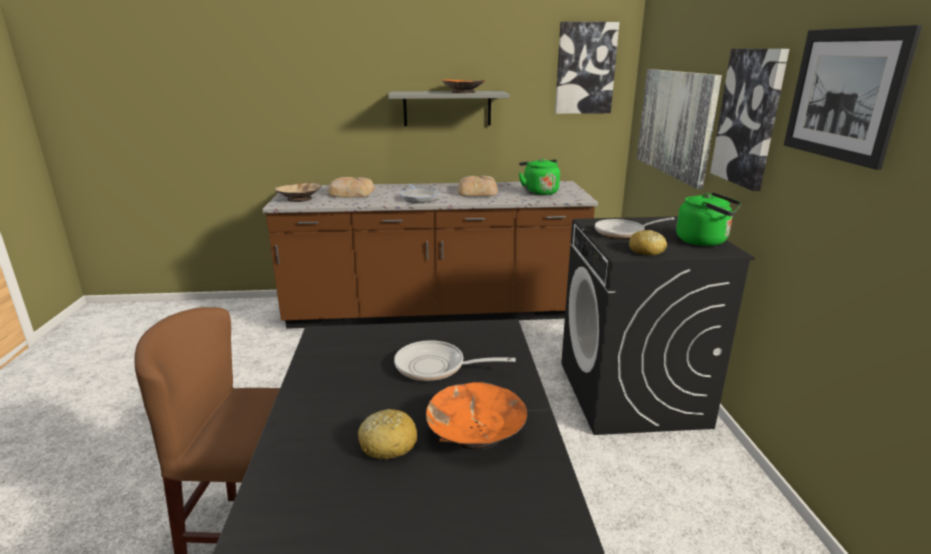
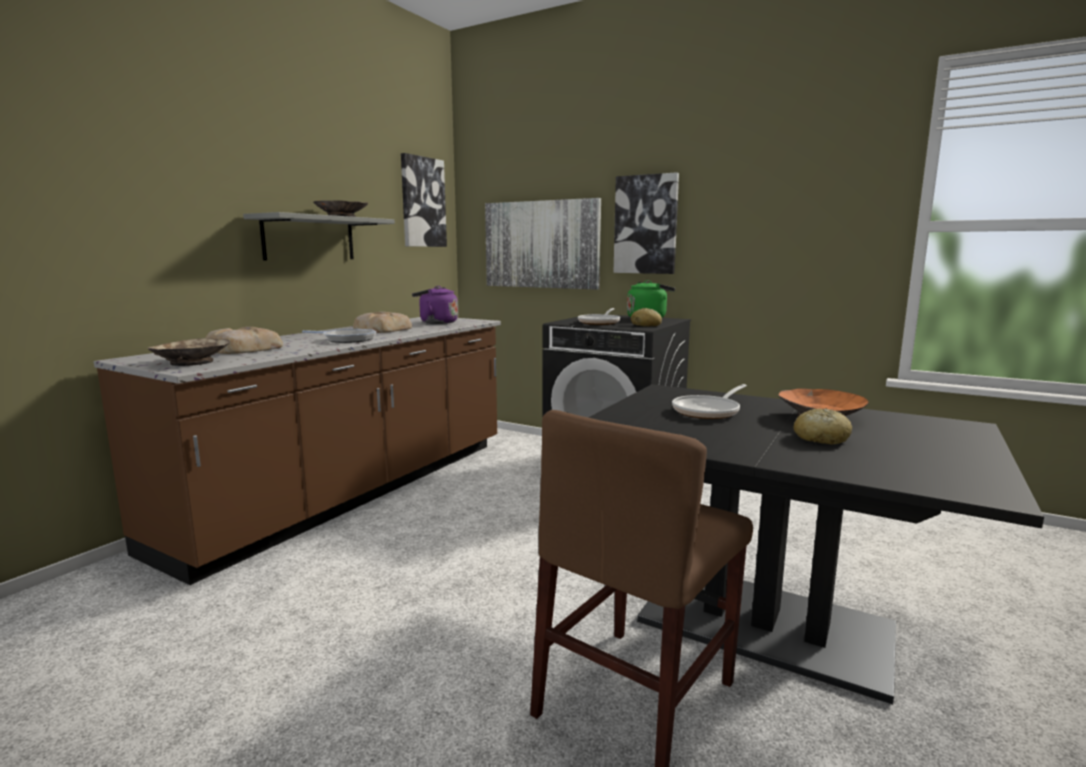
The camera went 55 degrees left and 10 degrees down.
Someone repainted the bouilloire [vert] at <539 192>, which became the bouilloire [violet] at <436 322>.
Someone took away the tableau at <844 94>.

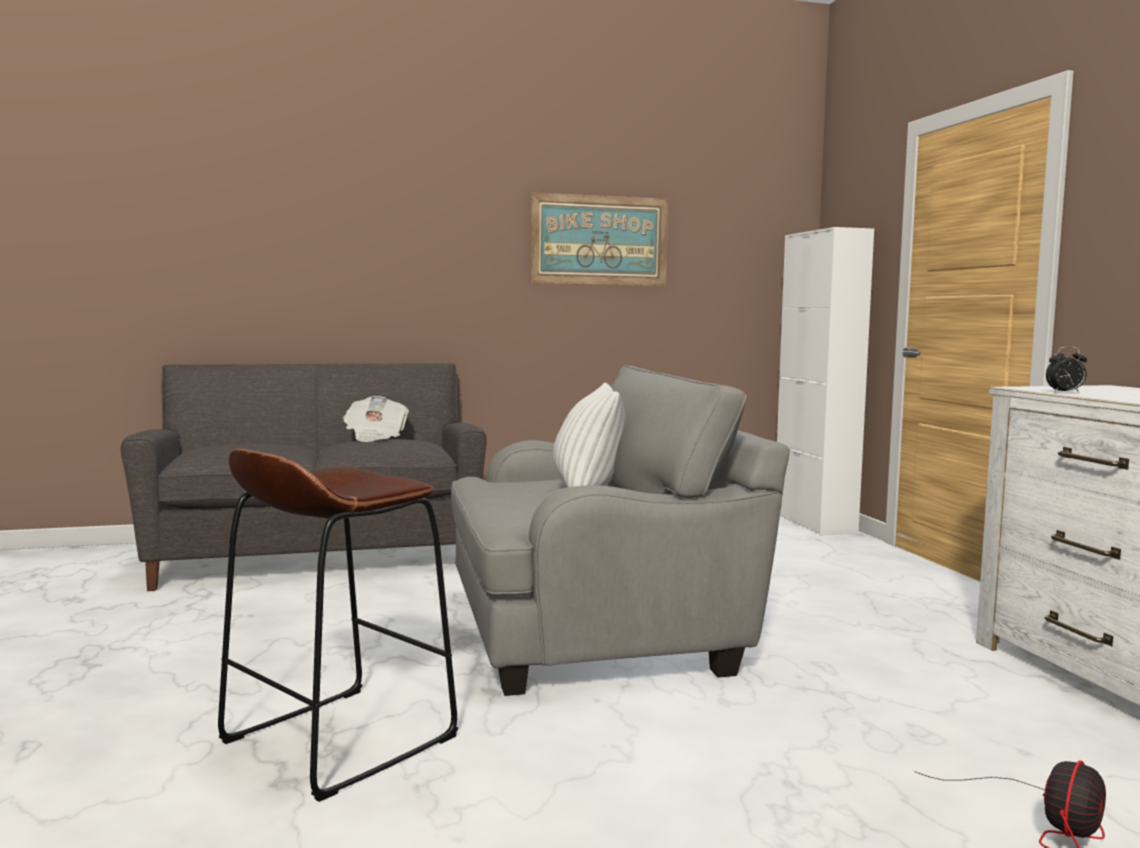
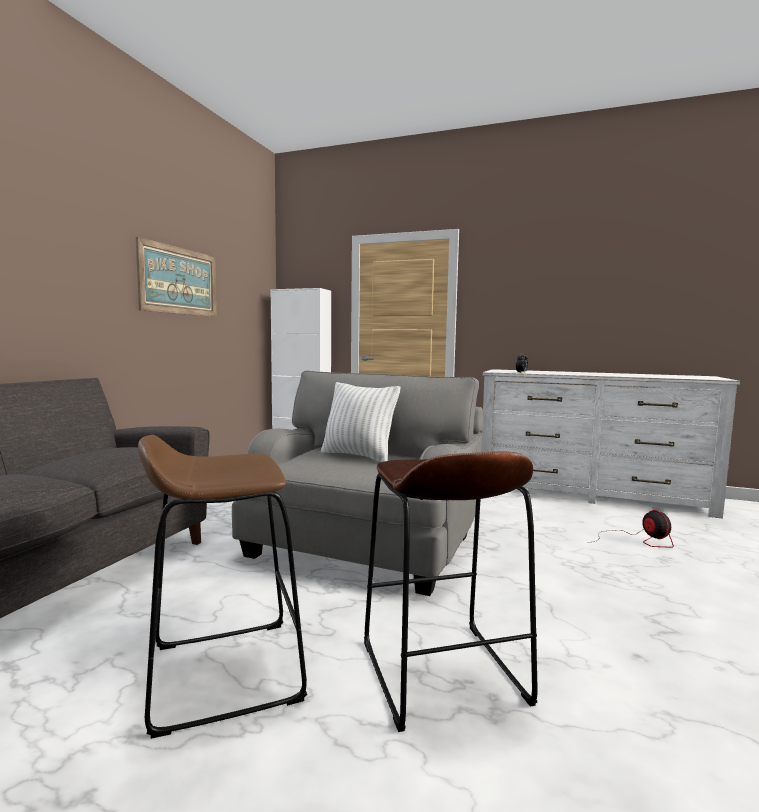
The camera went 55 degrees left and 0 degrees up.
Someone put down the tabouret [marron] at <225 672>.
Someone took away the journal at <375 437>.

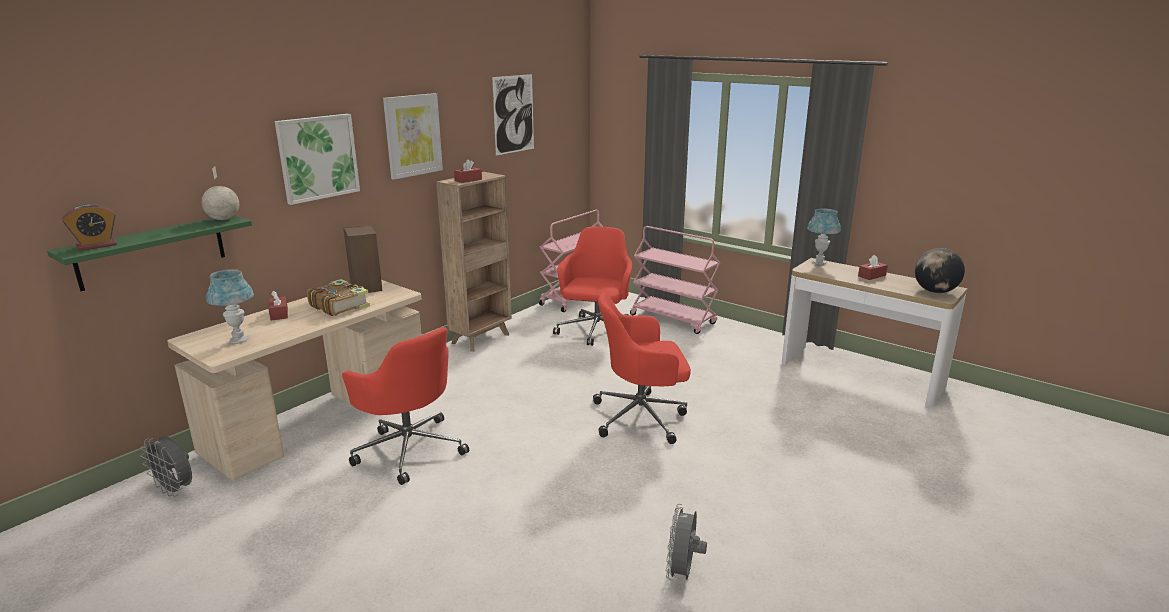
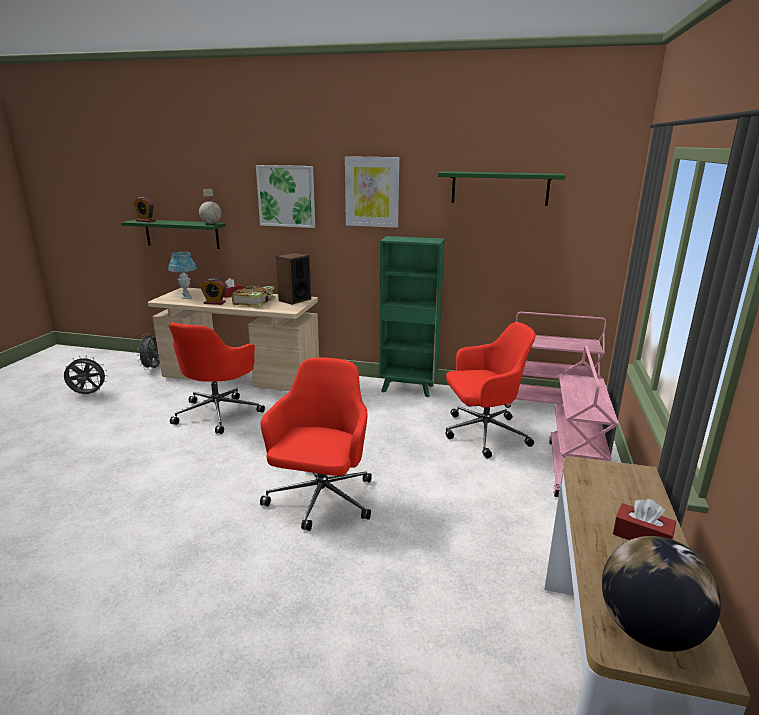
The camera went 65 degrees right and 0 degrees up.
Someone carried the ventilateur [gris] from <682 573> to <88 394>.
Someone put down the réveil at <214 303>.
Someone rotated the chaise de bureau [rouge] at <641 417> by 45 degrees clockwise.
Someone repainted the bibliothèque [marron] at <481 338>, which became the bibliothèque [vert] at <408 389>.
Someone swapped the tableau at <513 114> for the étagère [vert] at <500 188>.
Someone took away the boîte à mouchoirs [rouge] at <468 180>.
Someone took away the lampe de table [bleu] at <819 263>.

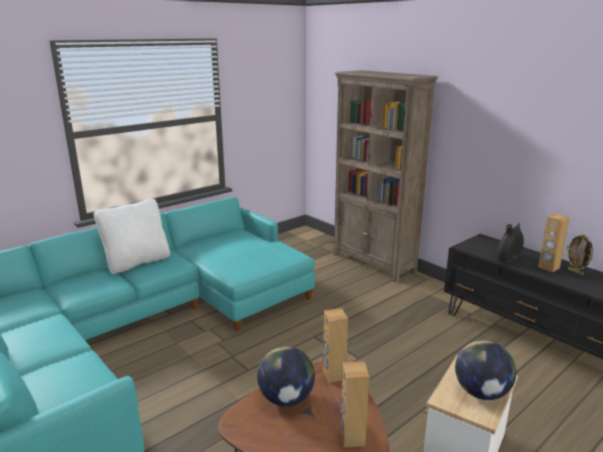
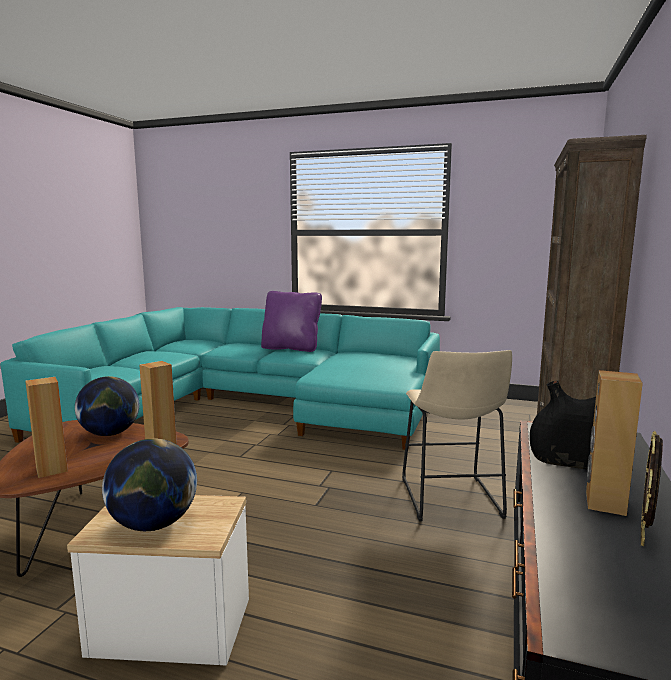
The camera went 60 degrees right and 10 degrees down.
Someone repainted the coussin [blanc] at <137 262>, which became the coussin [violet] at <291 348>.
Someone put down the tabouret [beige] at <451 501>.

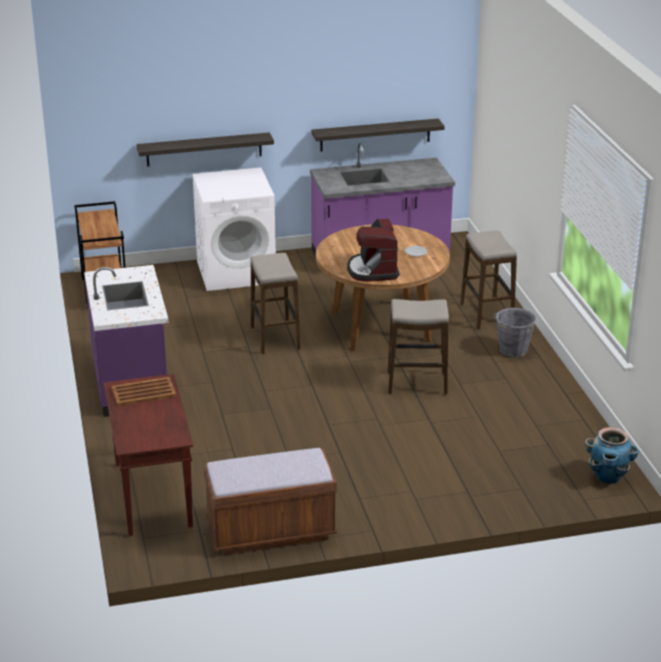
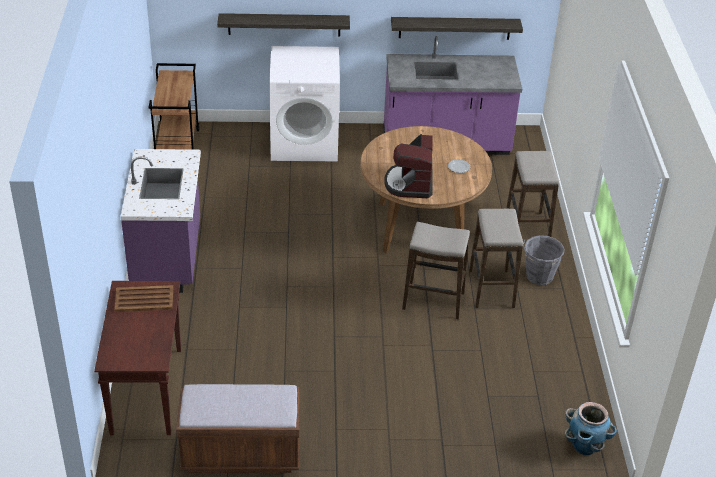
The camera went 10 degrees right and 10 degrees up.
Someone carried the tabouret from <275 338> to <491 289>.

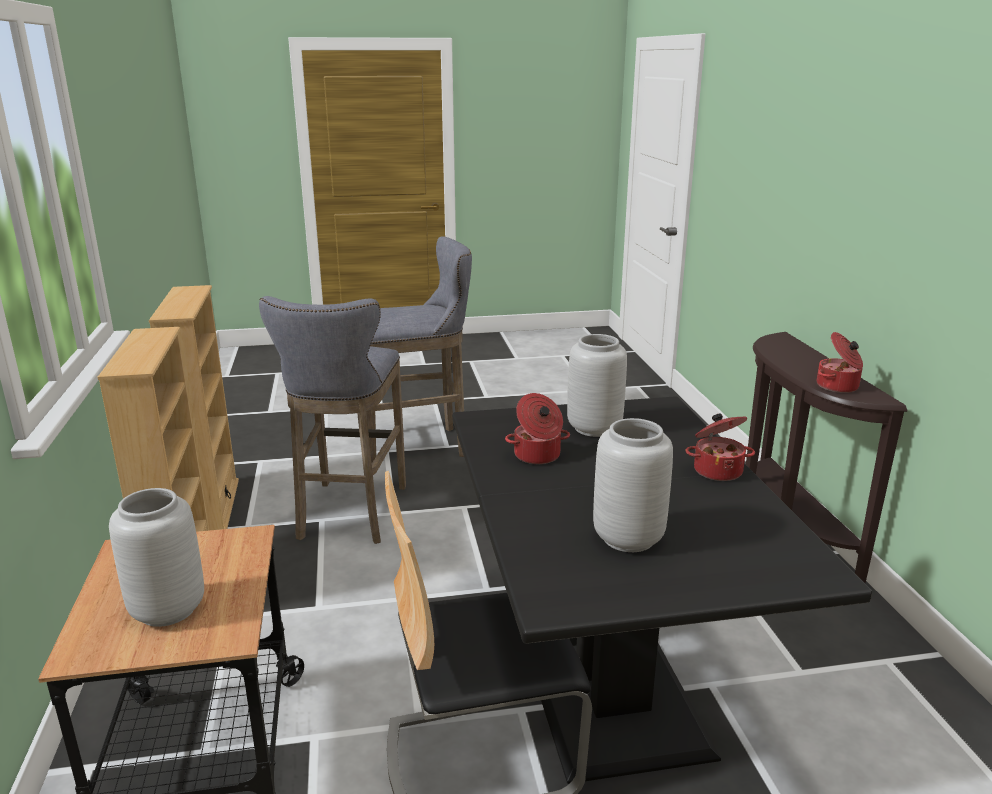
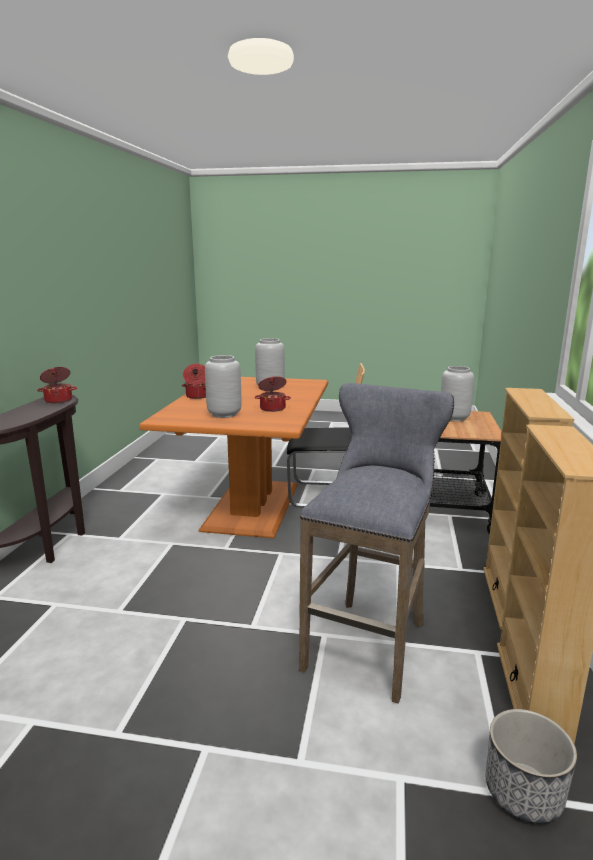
The camera went 160 degrees left and 5 degrees down.
Someone repainted the table à manger [noir] at <607 676>, which became the table à manger [orange] at <250 506>.
Someone put down the cache-pot at <524 792>.
Someone took away the tabouret [gris] at <418 446>.

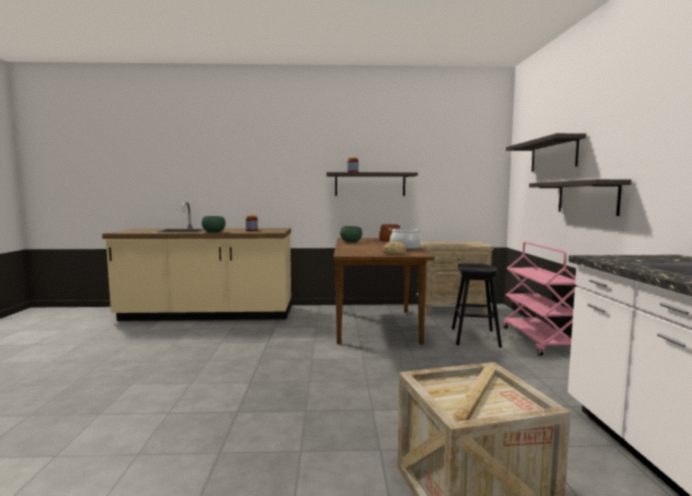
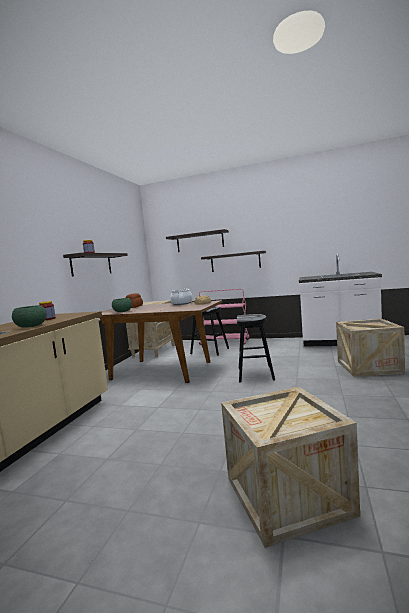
The camera went 70 degrees left and 0 degrees up.
Someone put down the caisse at <287 495>.
Someone put down the tabouret [noir] at <255 374>.

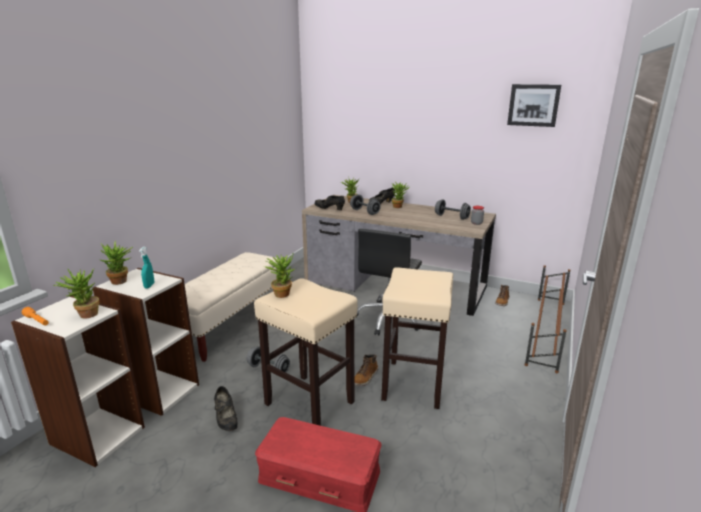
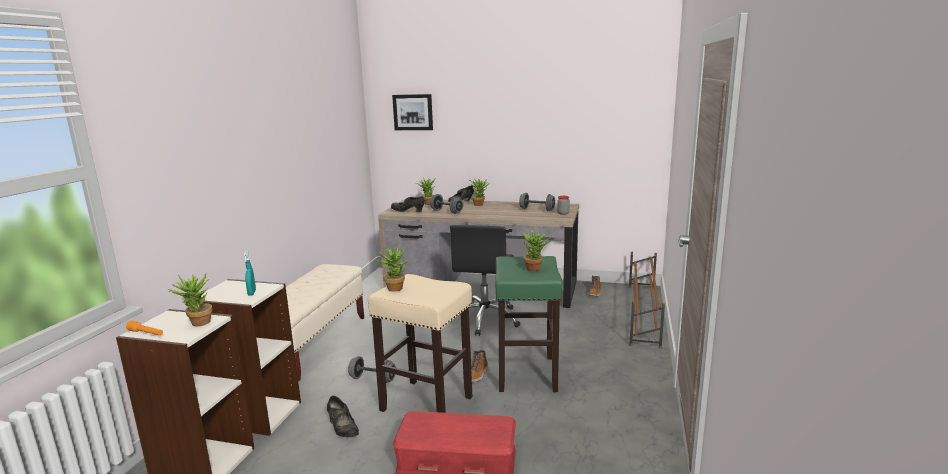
The camera went 10 degrees left and 5 degrees down.
Someone carried the tableau from <533 105> to <413 112>.
Someone repainted the tabouret [beige] at <413 383>, which became the tabouret [vert] at <526 373>.
Someone carried the plante en pot from <121 282> to <536 268>.

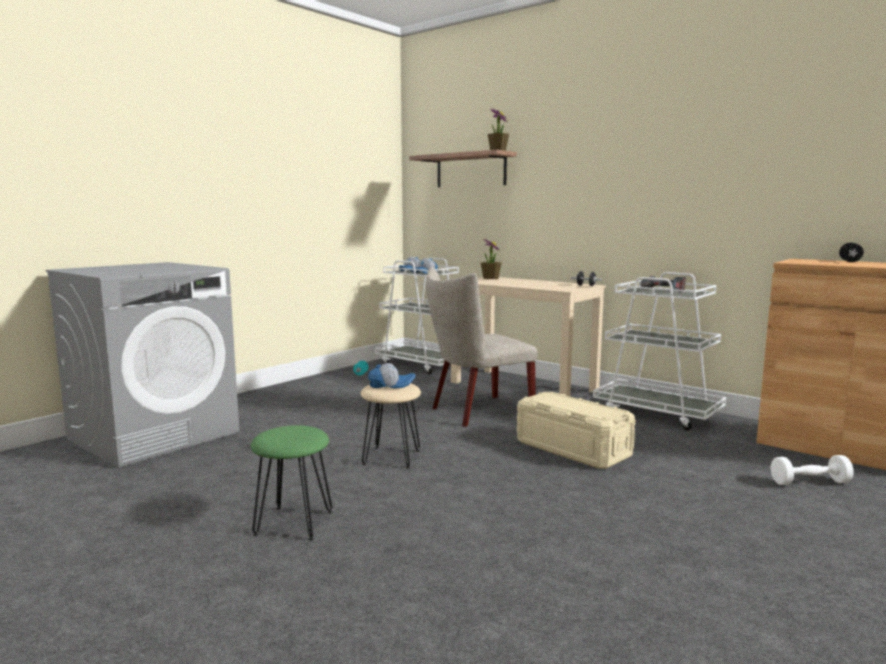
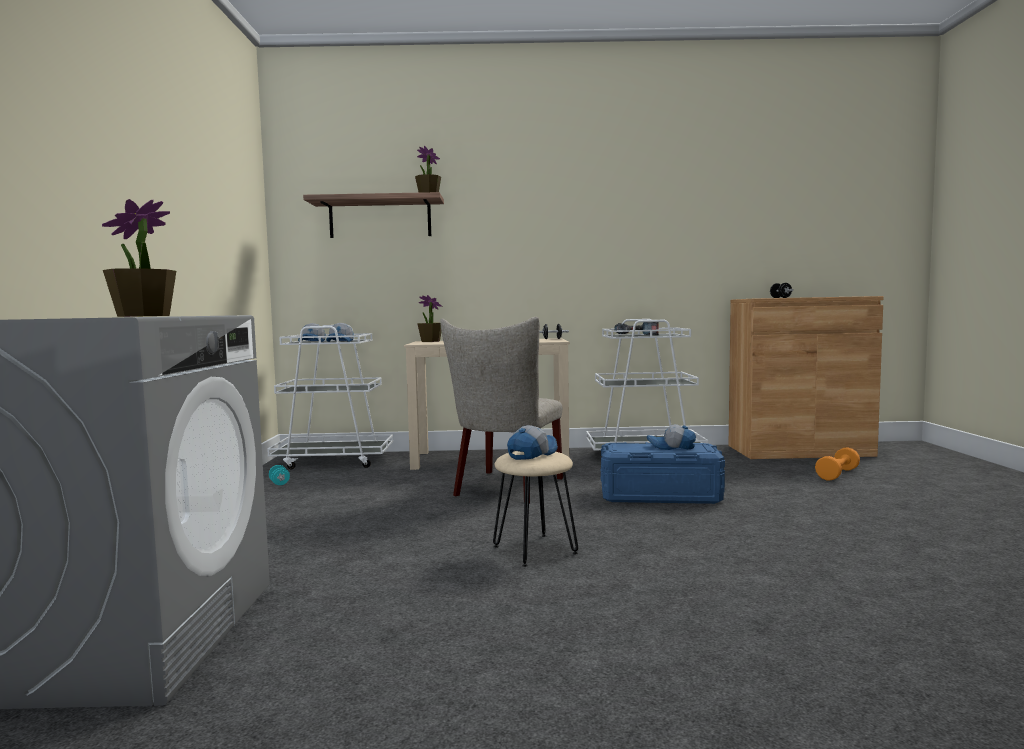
The camera went 40 degrees left and 5 degrees down.
Someone put down the plante en pot at <143 316>.
Someone repainted the boîte de rangement [beige] at <572 449>, which became the boîte de rangement [bleu] at <660 495>.
Someone put down the casquette at <671 447>.
Someone repainted the haltère [blanc] at <809 482>, which became the haltère [orange] at <837 474>.
Someone took away the tabouret [vert] at <293 523>.

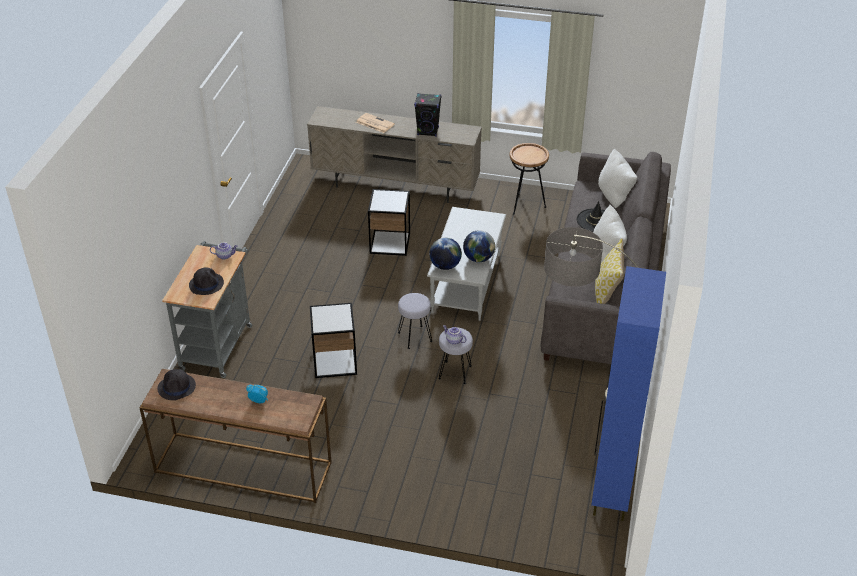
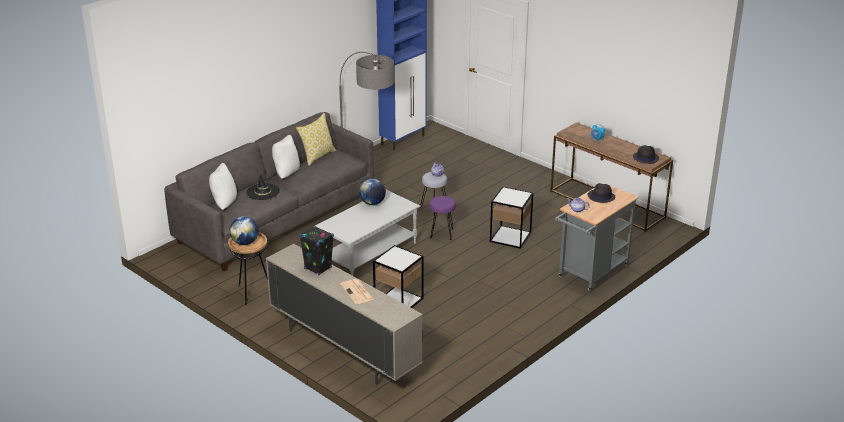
The camera went 150 degrees left and 10 degrees down.
Someone carried the globe from <445 266> to <245 243>.
Someone repainted the tabouret [gris] at <414 337>, which became the tabouret [violet] at <442 233>.

